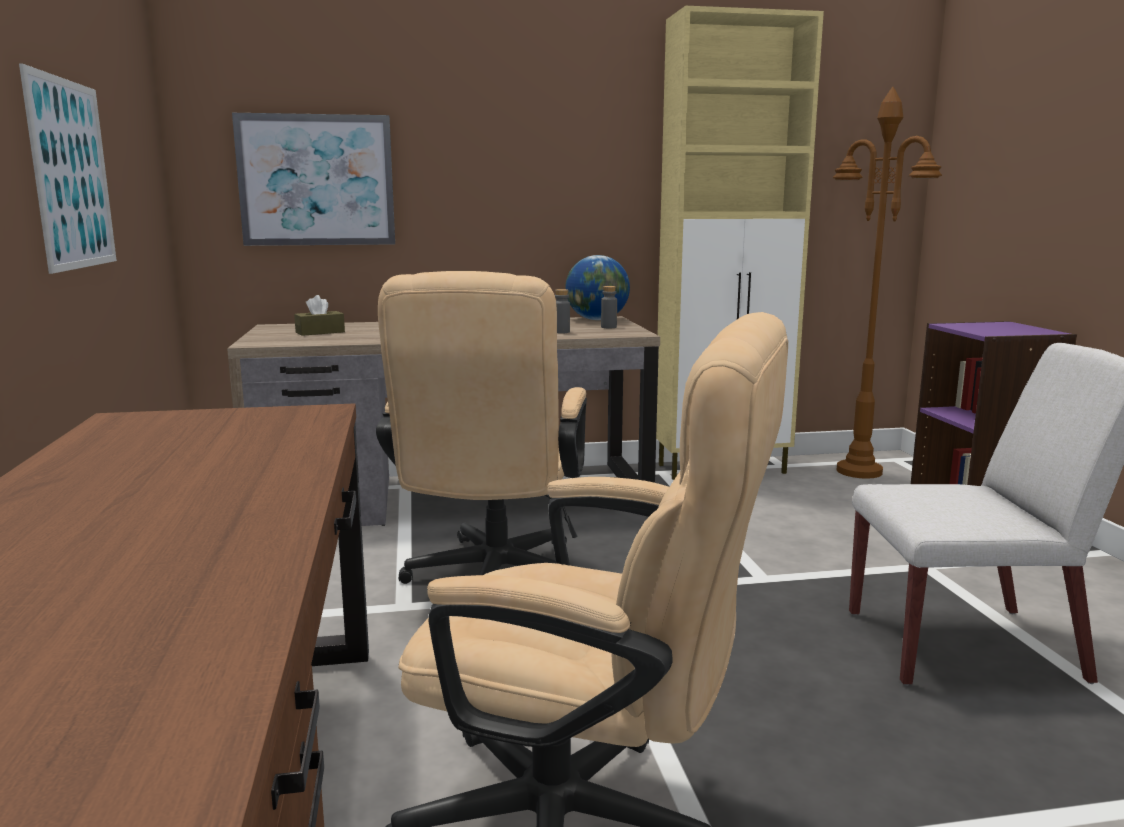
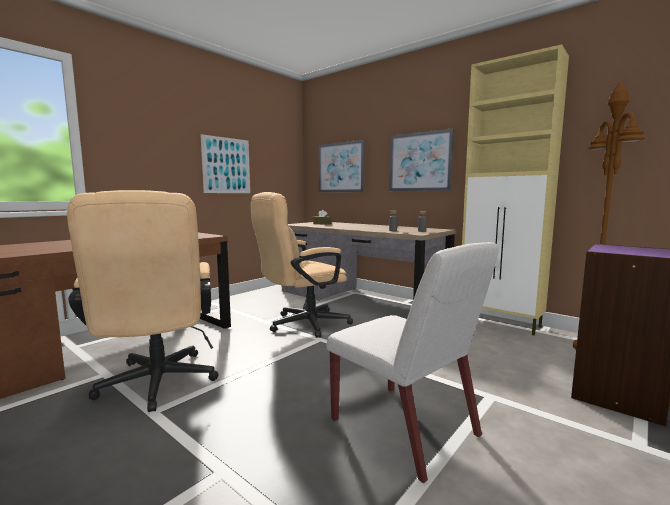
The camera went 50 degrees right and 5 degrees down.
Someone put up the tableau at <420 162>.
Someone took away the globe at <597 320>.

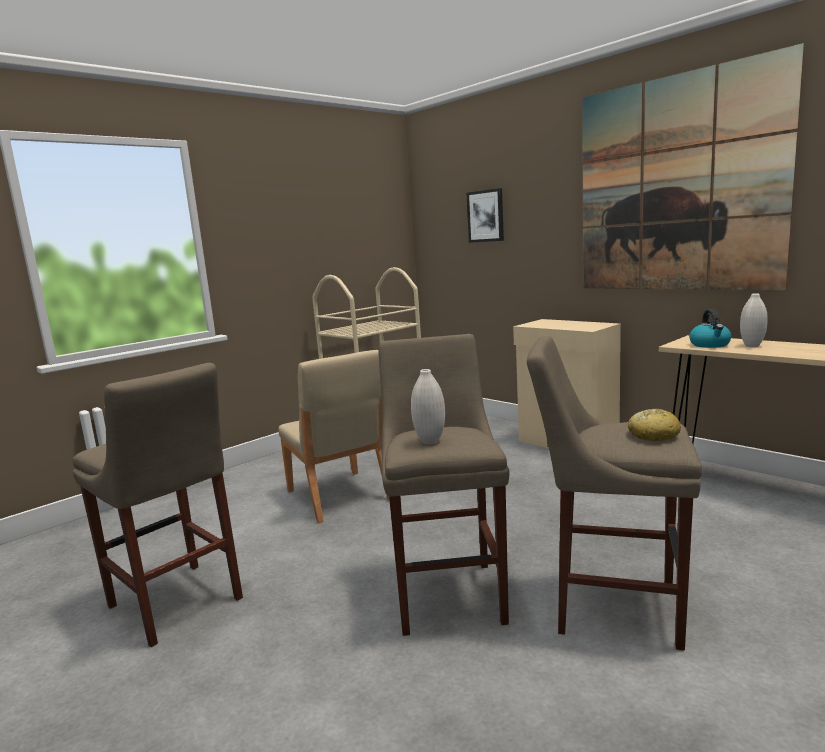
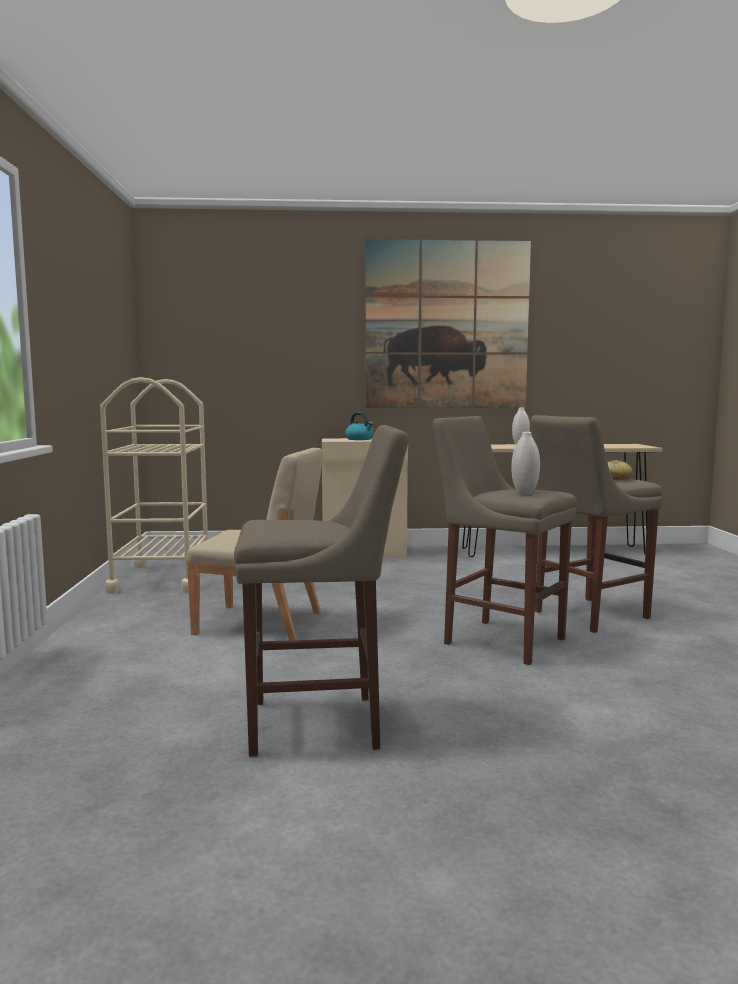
The camera went 50 degrees left and 5 degrees down.
Someone carried the bouilloire from <710 345> to <360 439>.
Someone took away the tableau at <485 216>.

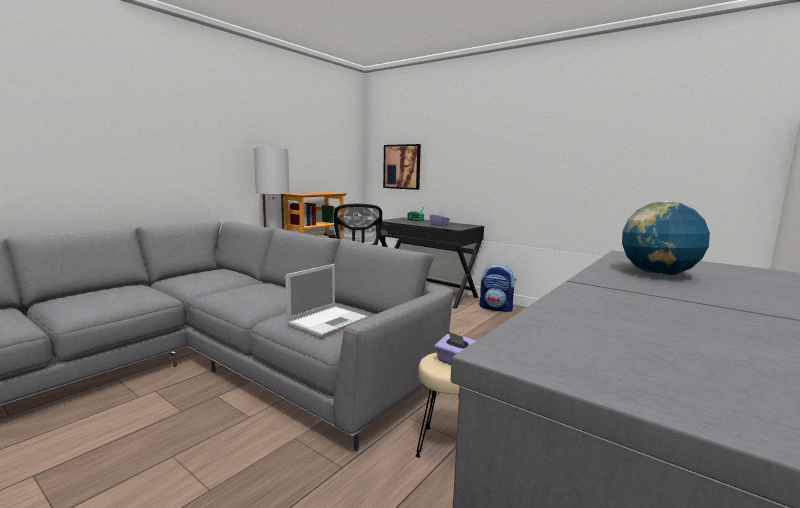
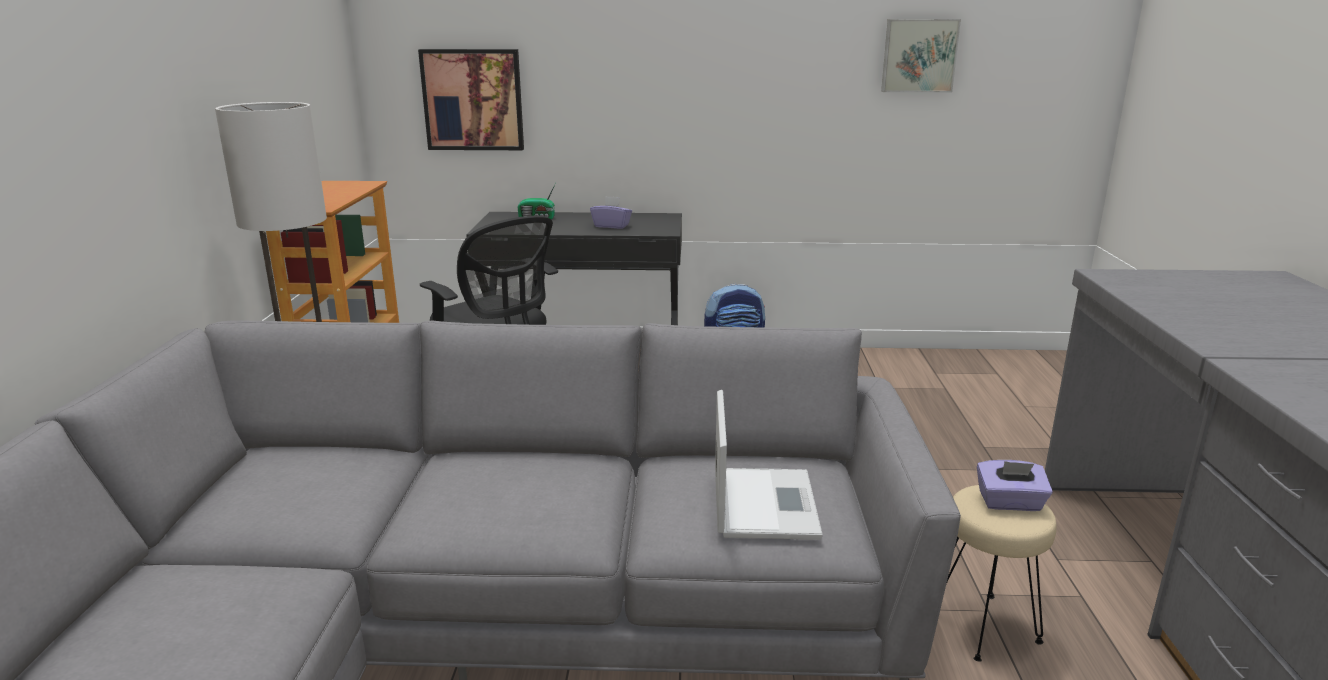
The camera went 35 degrees left and 10 degrees up.
Someone put up the tableau at <919 55>.
Someone took away the globe at <658 274>.

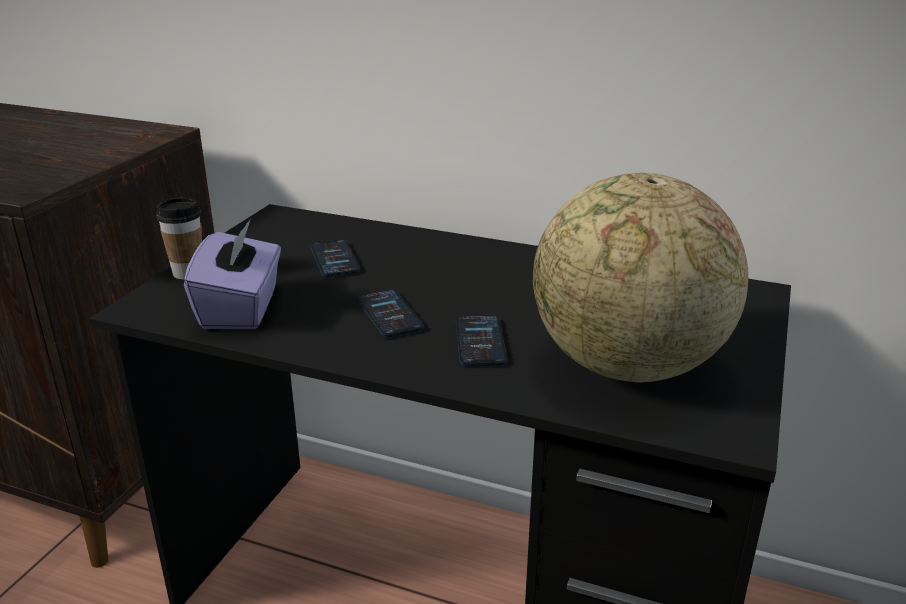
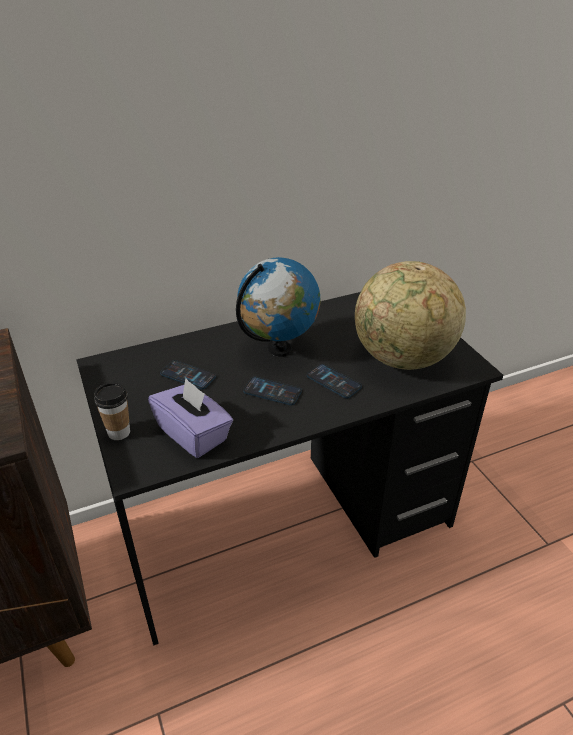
The camera went 45 degrees left and 10 degrees up.
Someone put down the globe at <279 349>.

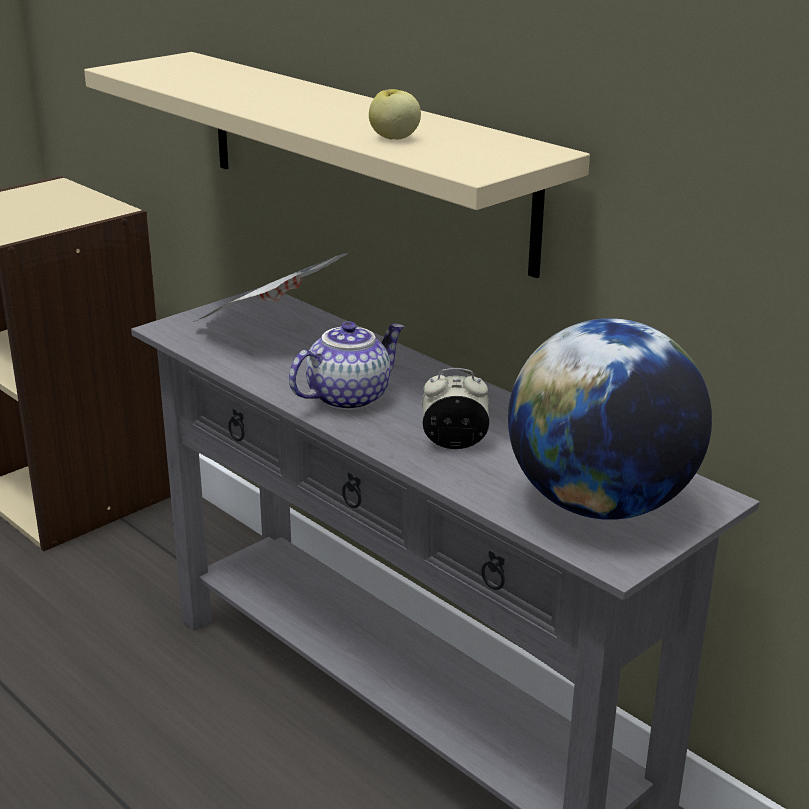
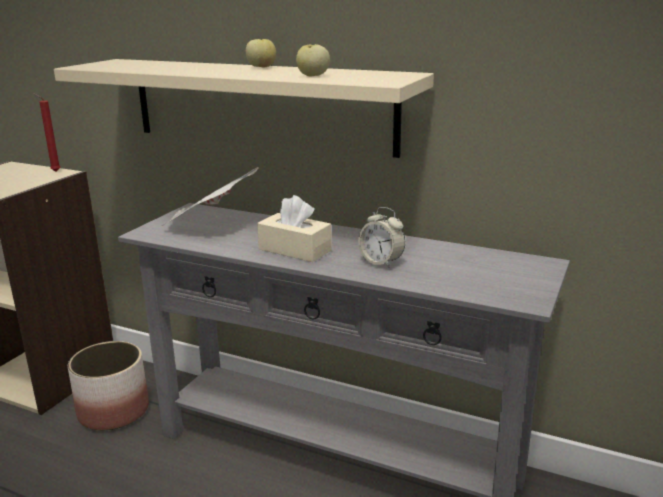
The camera went 20 degrees left and 5 degrees down.
Someone put down the bougie [rouge] at <54 171>.
Someone put down the cache-pot at <113 411>.
Someone put down the pomme at <261 67>.
Someone swapped the théière at <348 397> for the boîte à mouchoirs [beige] at <295 250>.
Someone rotated the réveil at <454 443> by 120 degrees counterclockwise.
Someone took away the globe at <600 504>.

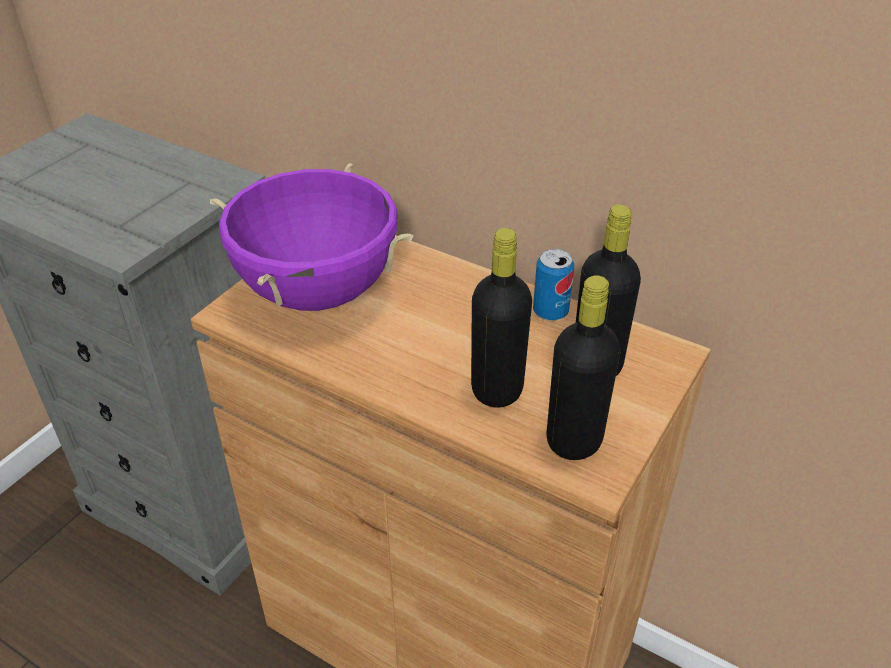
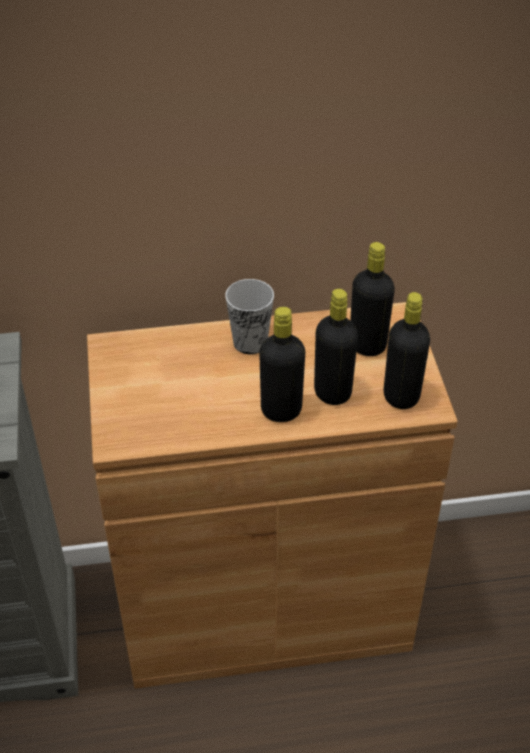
The camera went 40 degrees left and 5 degrees up.
Someone put down the tasse at <250 342>.
Someone put down the bouteille [noir] at <281 410>.
Someone took away the marmite [violet] at <318 292>.
Someone took away the boîte métallique at <550 312>.

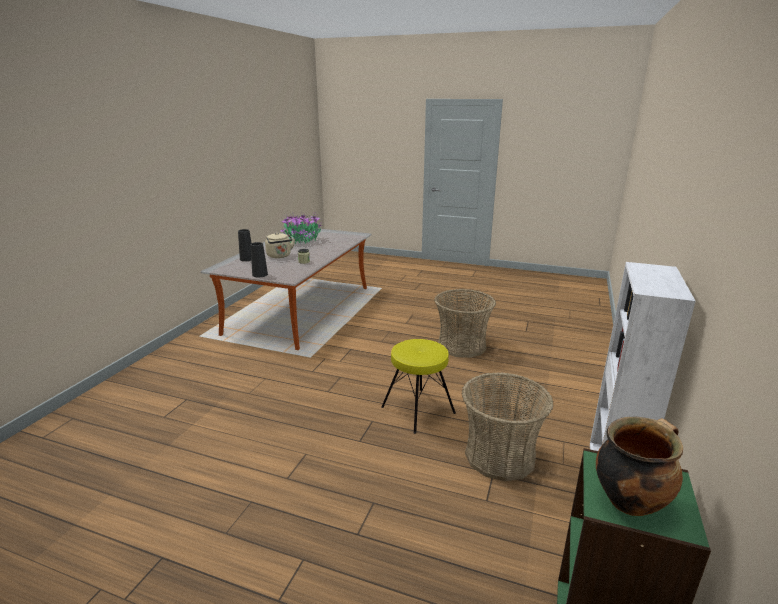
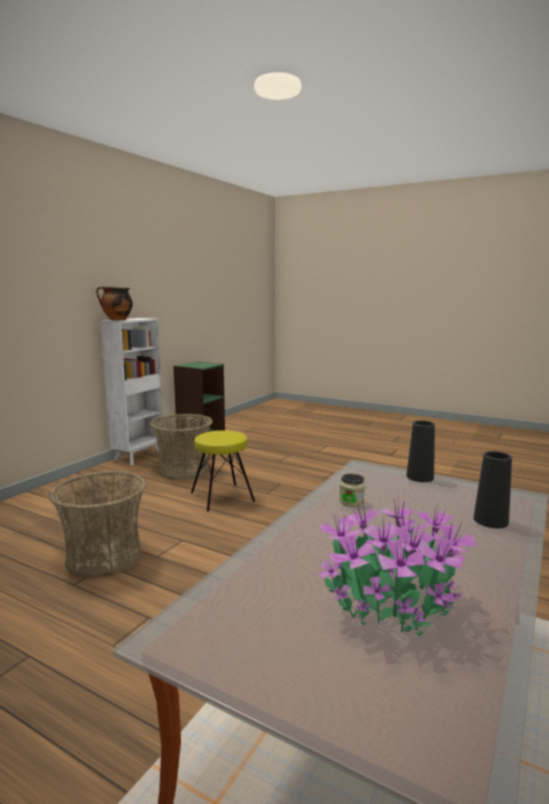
The camera went 170 degrees left and 10 degrees down.
Someone carried the marmite from <629 500> to <116 320>.
Someone took away the bouilloire [beige] at <279 256>.

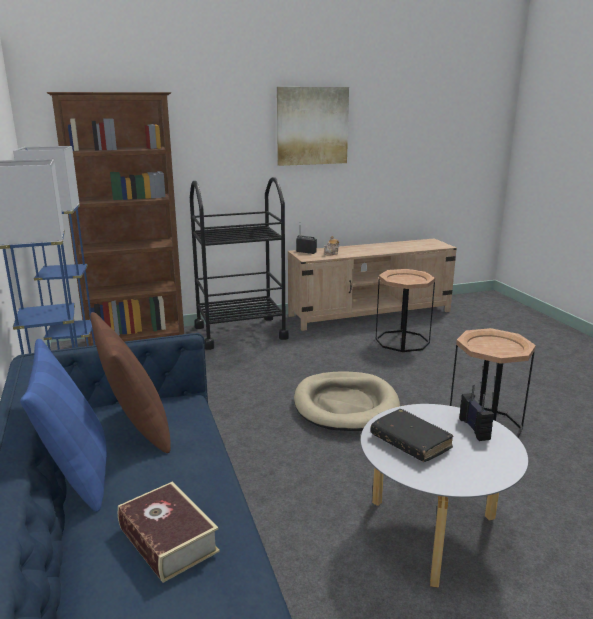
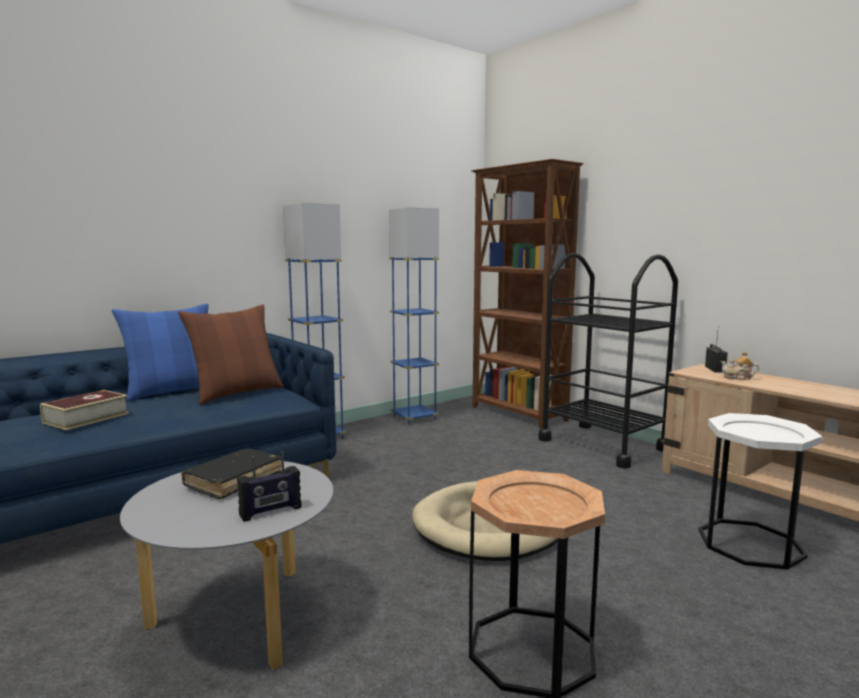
The camera went 70 degrees right and 10 degrees down.
Someone repainted the table d'appoint [marron] at <402 341>, which became the table d'appoint [blanc] at <750 543>.
Someone took away the tableau at <312 126>.

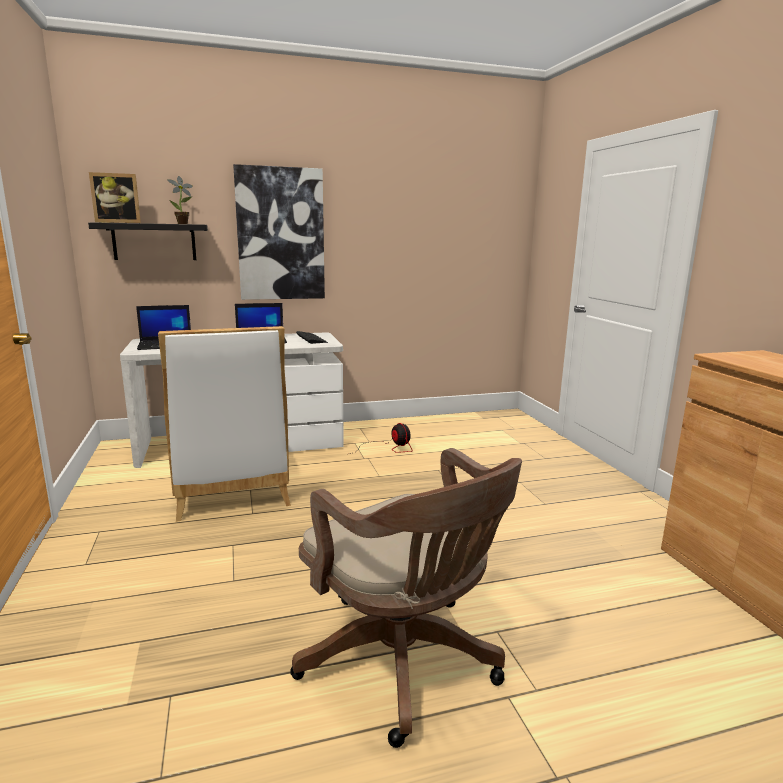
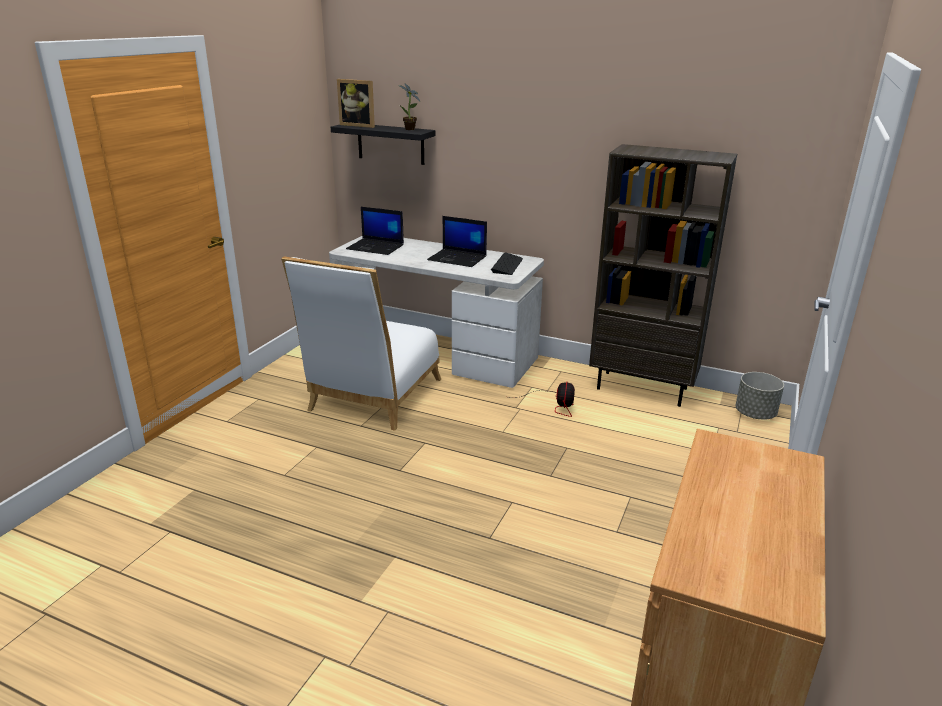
The camera went 40 degrees right and 10 degrees up.
Someone put down the bibliothèque [marron] at <642 388>.
Someone put down the cache-pot [gris] at <755 414>.
Someone took away the tableau at <280 234>.
Someone took away the chaise de bureau [marron] at <405 663>.

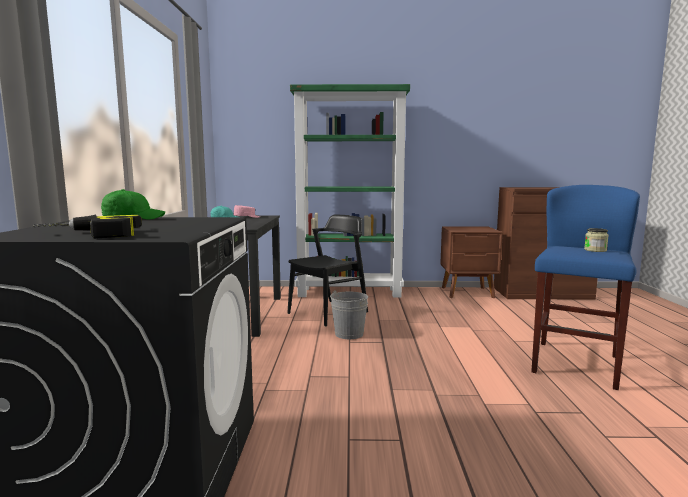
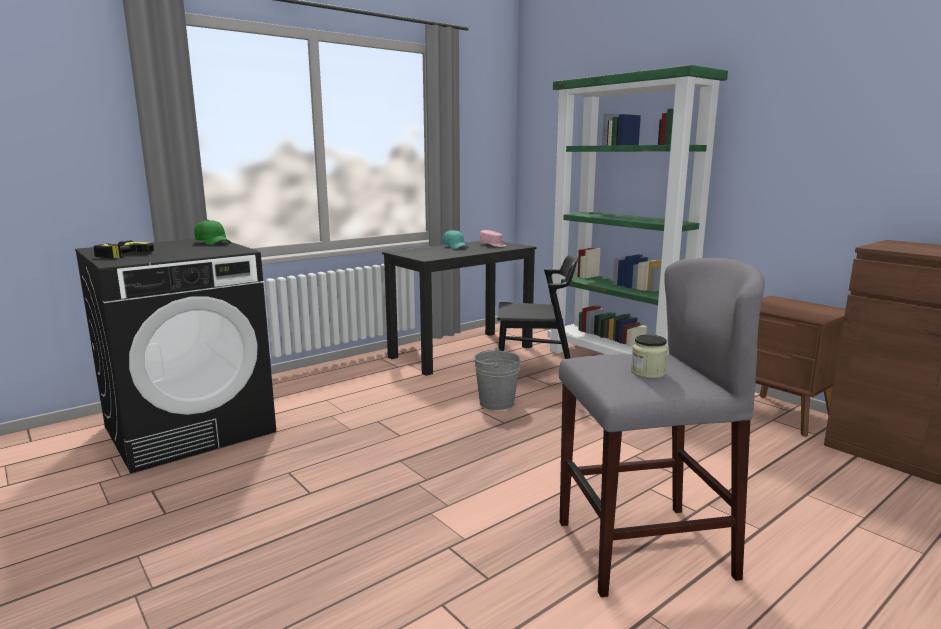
The camera went 50 degrees right and 5 degrees up.
Someone repainted the tabouret [bleu] at <575 364>, which became the tabouret [gris] at <642 548>.

